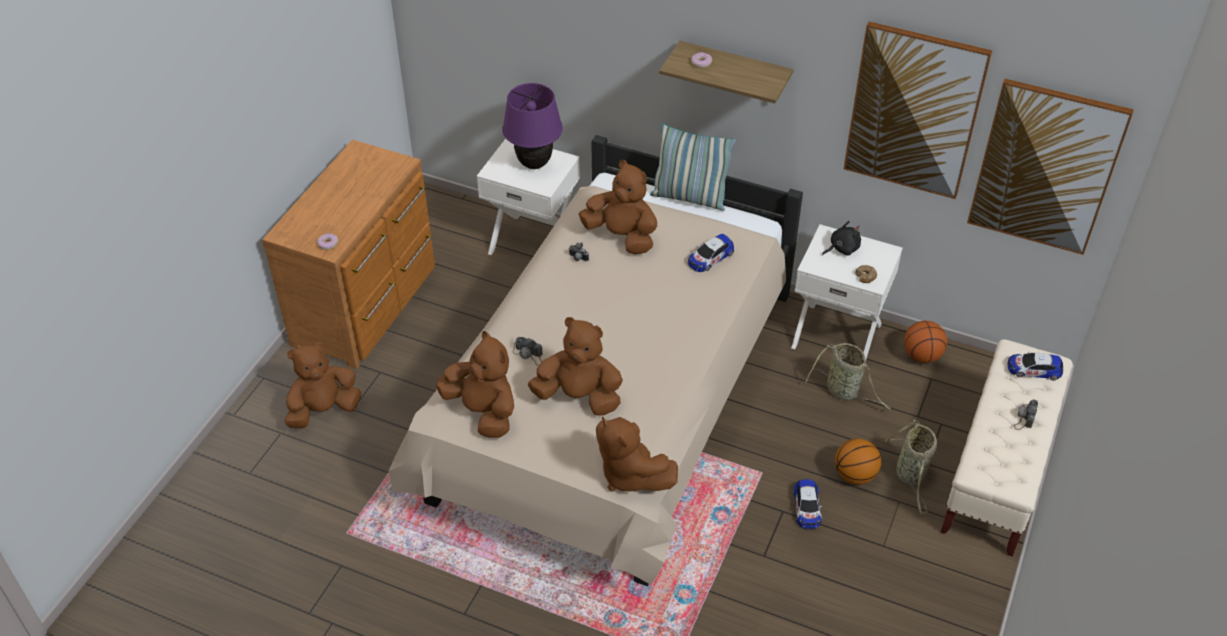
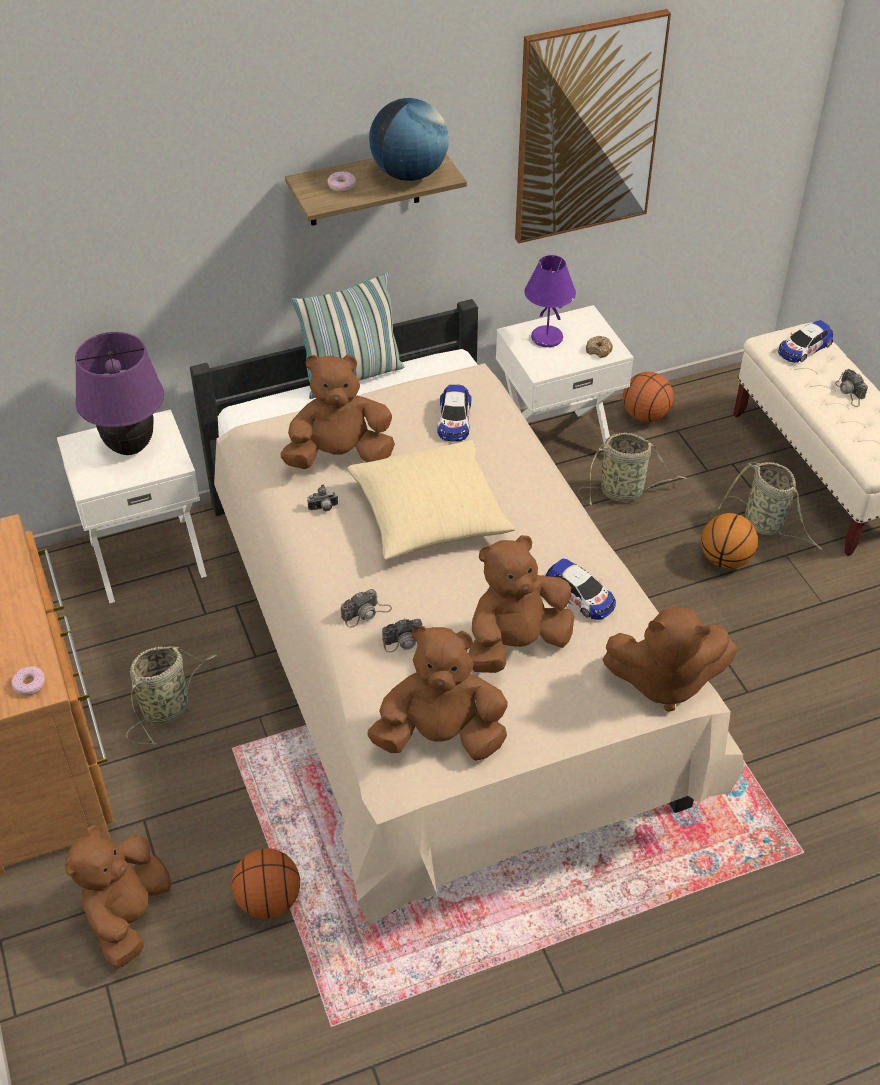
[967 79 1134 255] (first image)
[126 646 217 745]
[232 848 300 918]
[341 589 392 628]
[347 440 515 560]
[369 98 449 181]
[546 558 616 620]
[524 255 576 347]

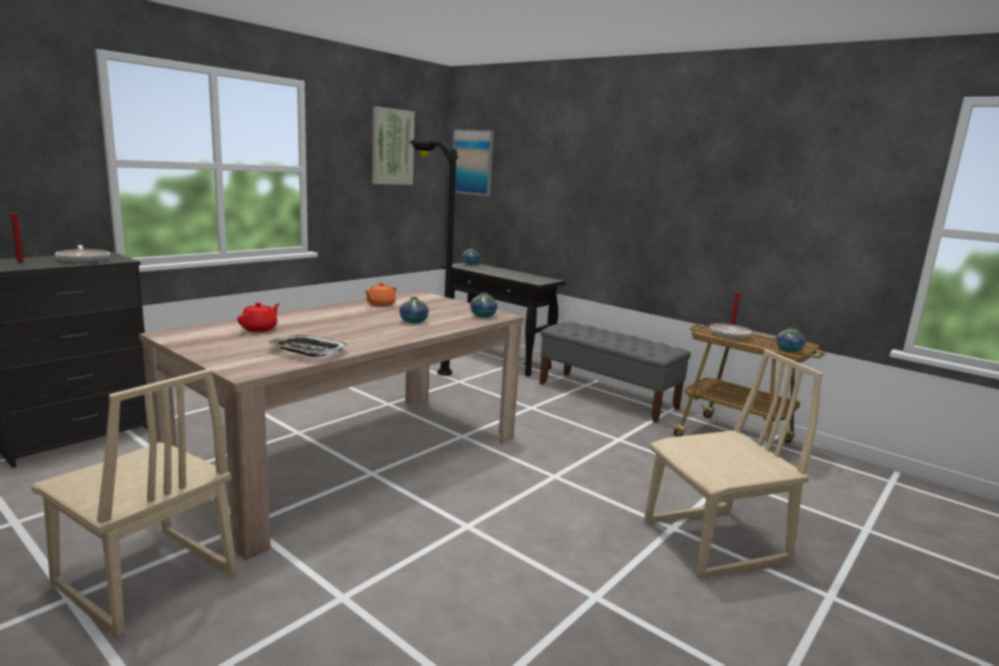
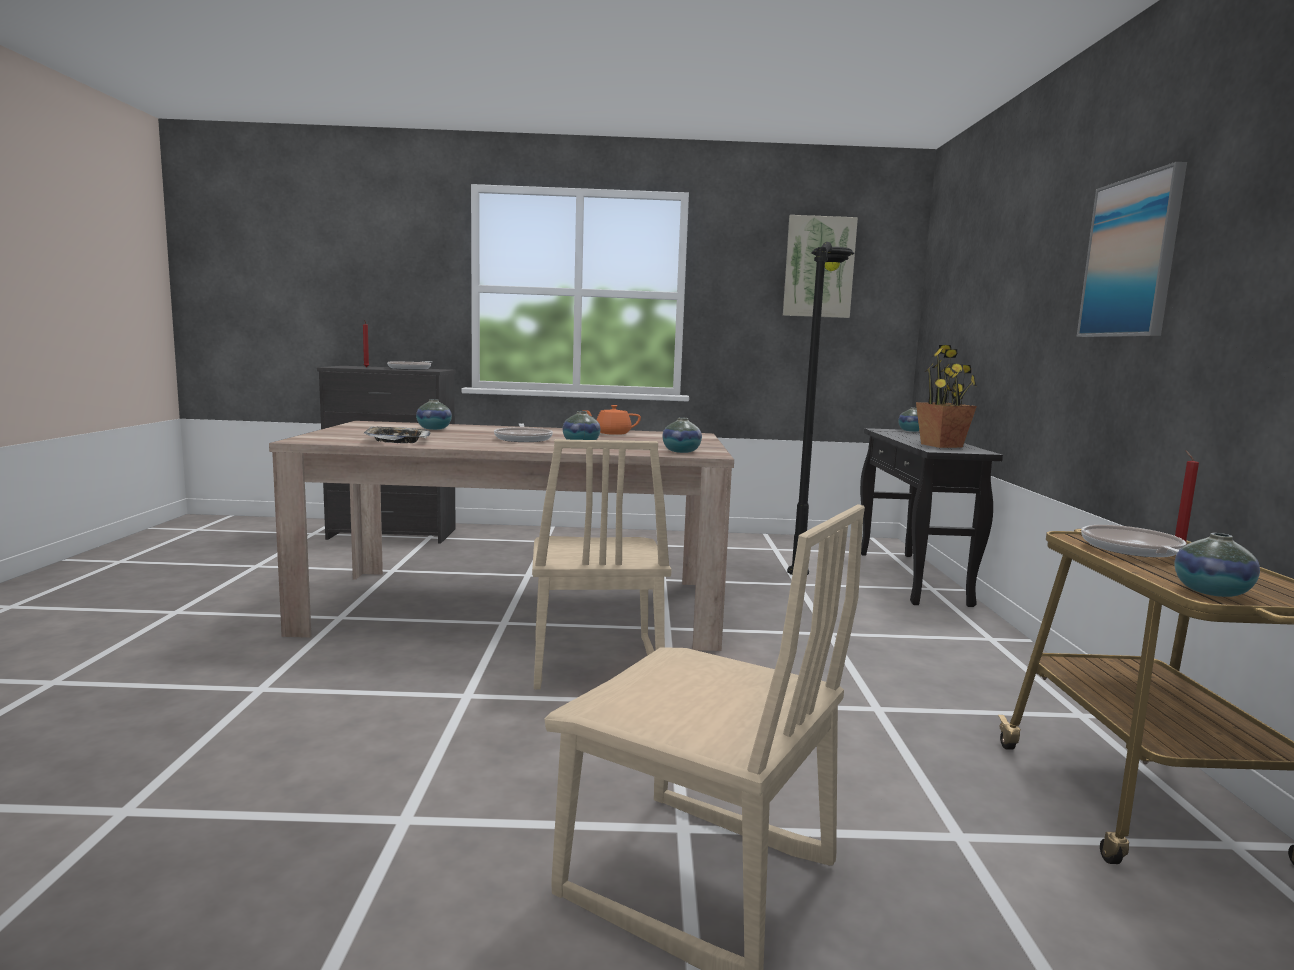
[539 321 691 423] (first image)
[494 423 553 442]
[916 345 977 448]
[532 439 671 690]
[1077 162 1187 337]
[416 399 452 430]

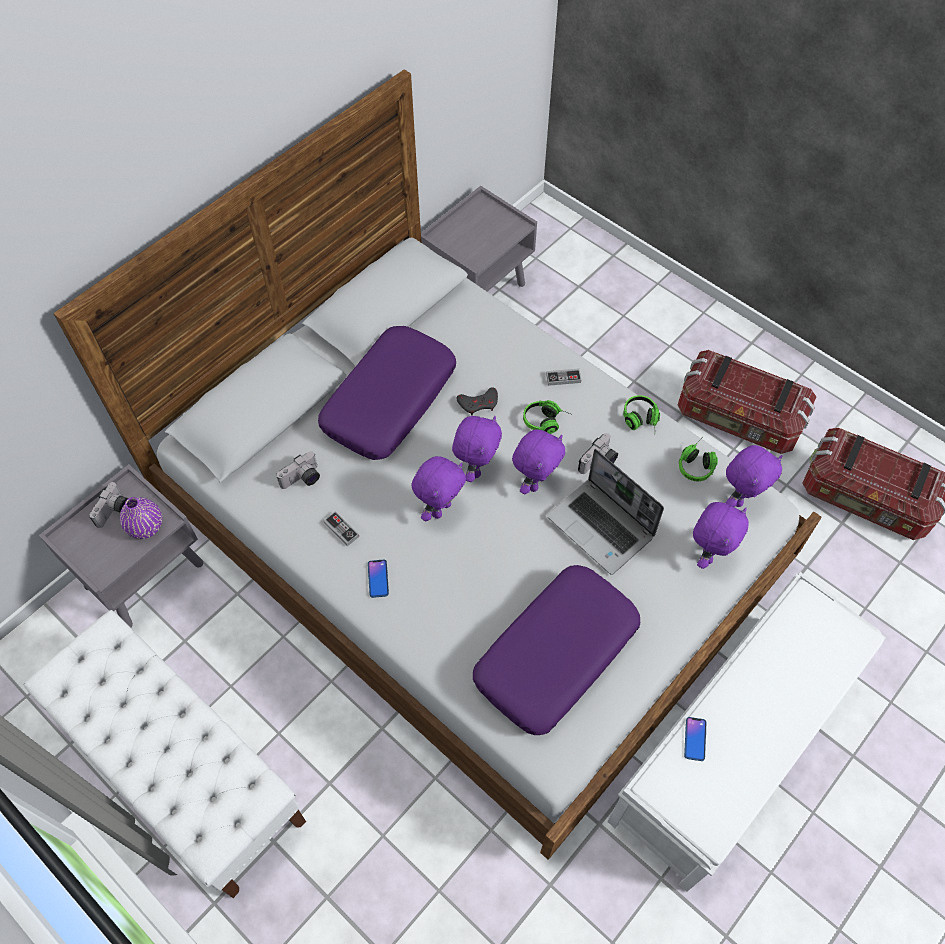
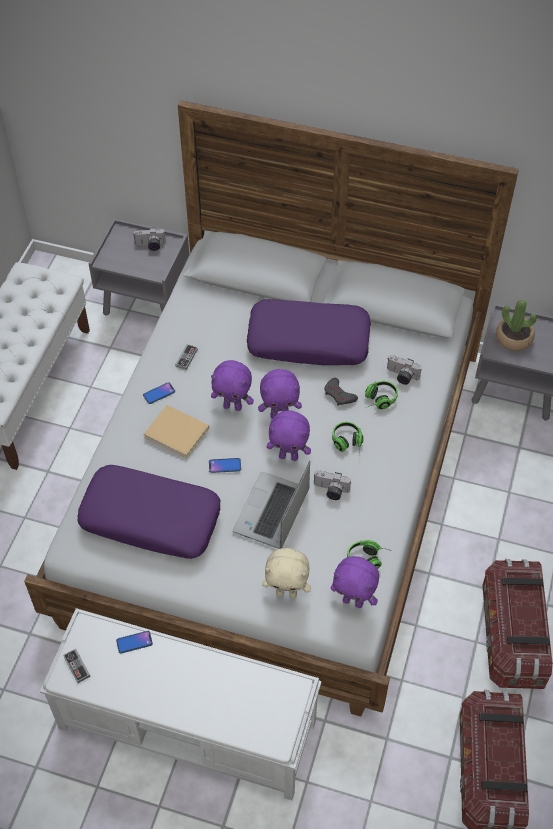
[120 497 162 539] (first image)
[144 405 209 459]
[209 458 241 473]
[496 299 537 351]
[387 355 422 385]
[63 649 91 683]
[365 381 398 409]
[263 548 311 598]

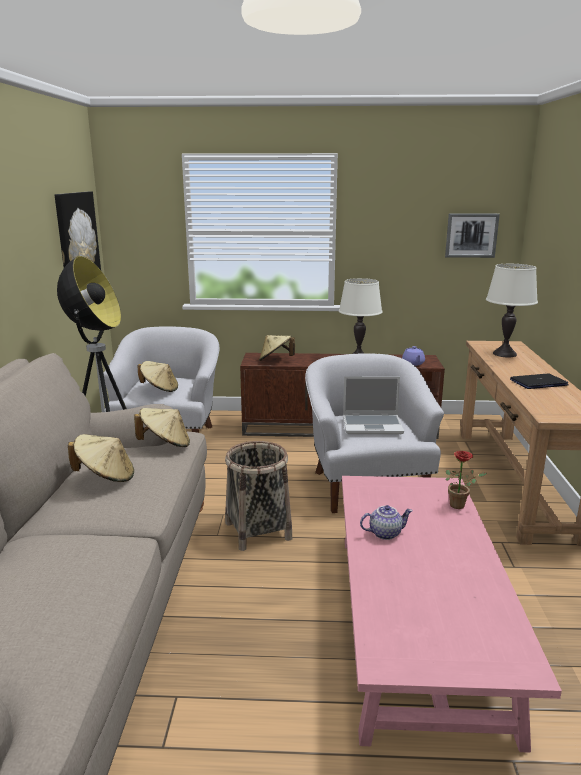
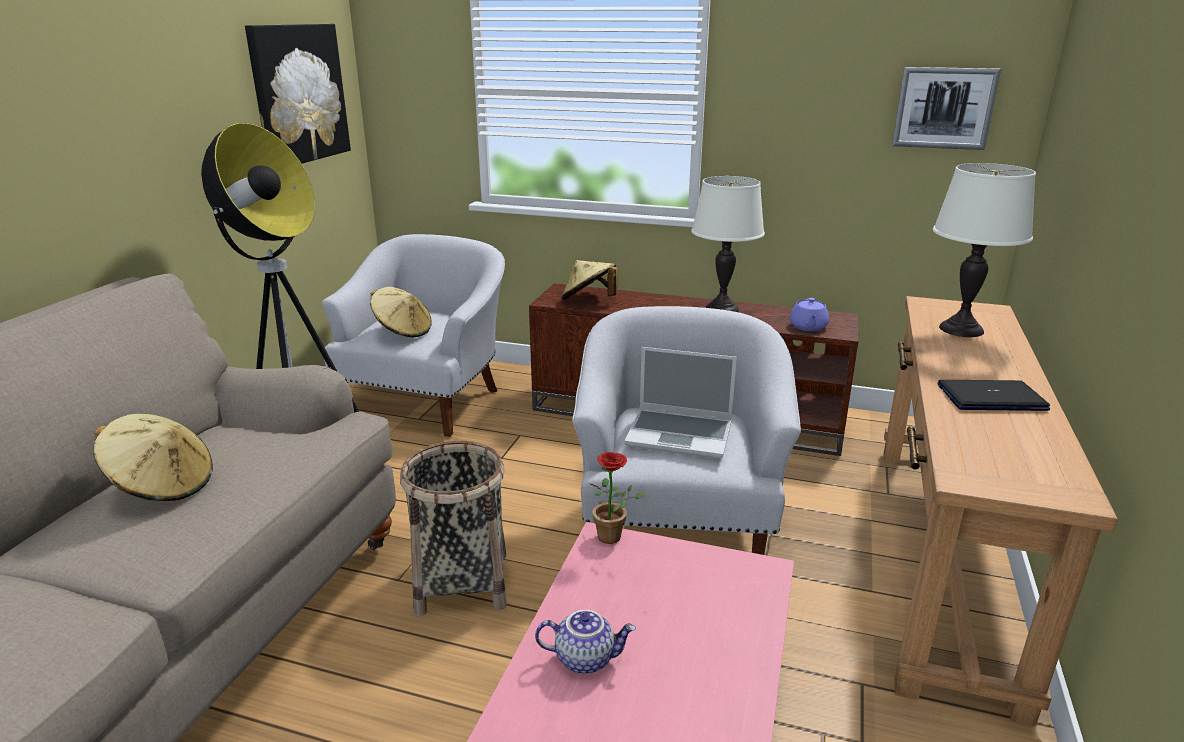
[134 408 190 447] (first image)
[590 452 646 544]

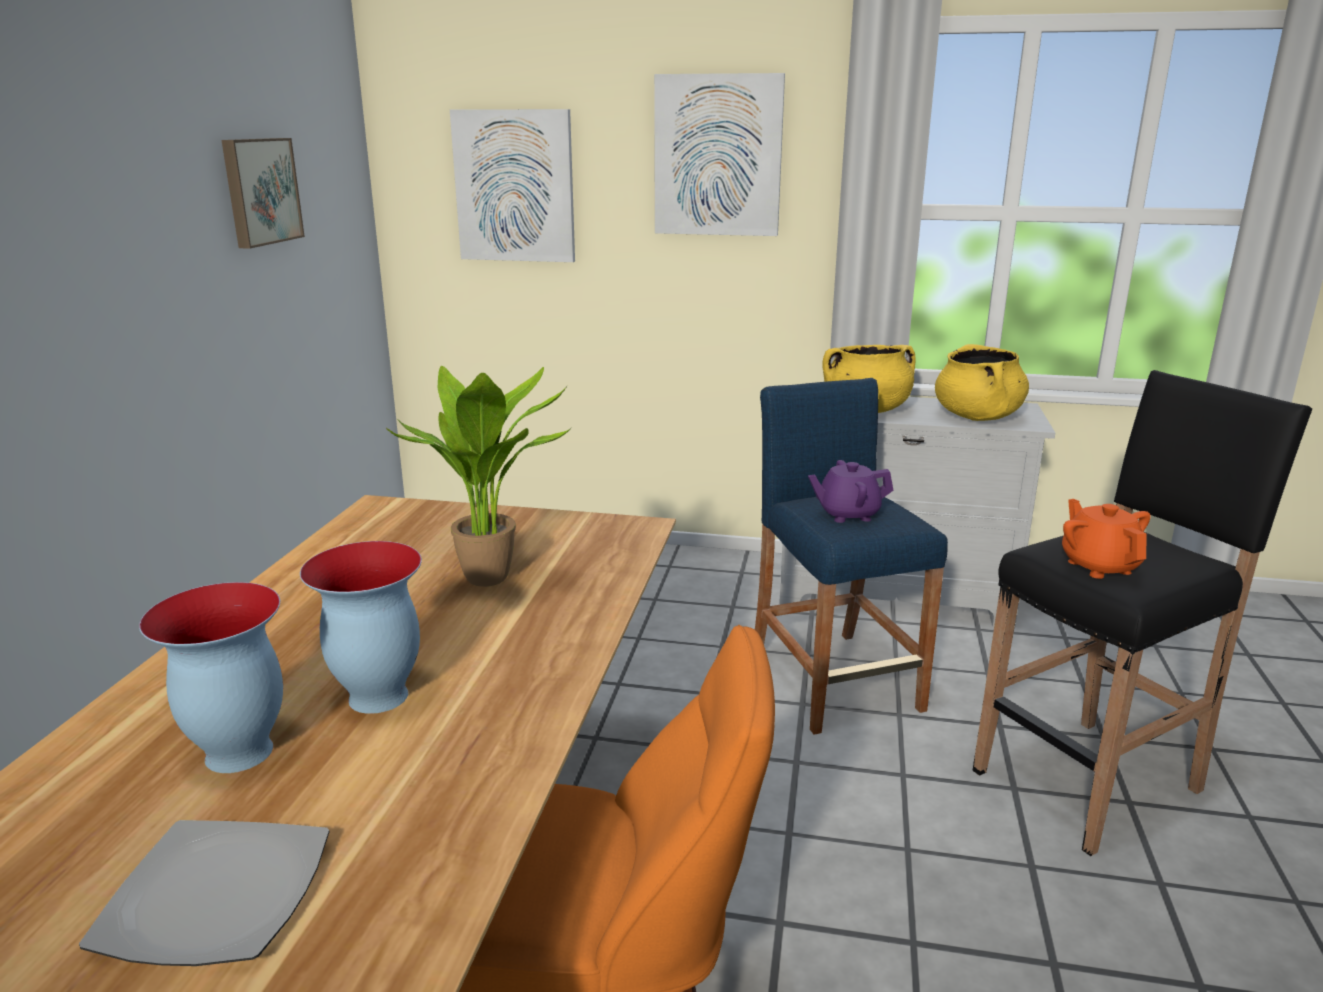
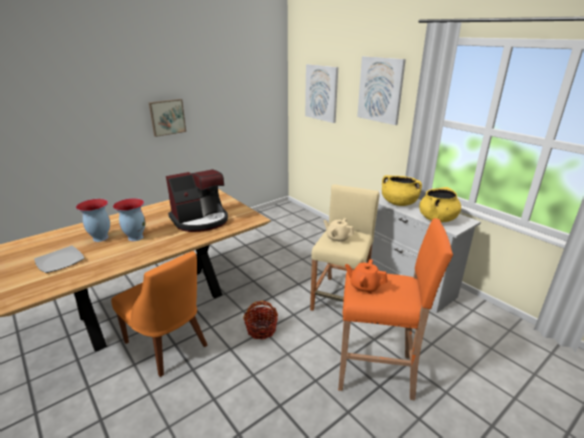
[243 301 278 340]
[149 99 186 137]
[166 169 228 232]
[310 184 380 311]
[324 218 354 243]
[338 218 453 400]
[345 259 388 294]

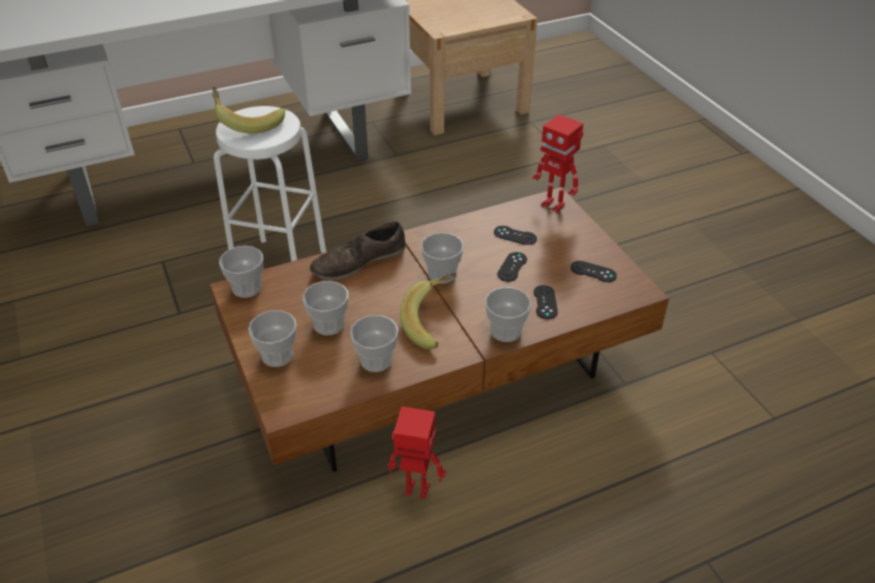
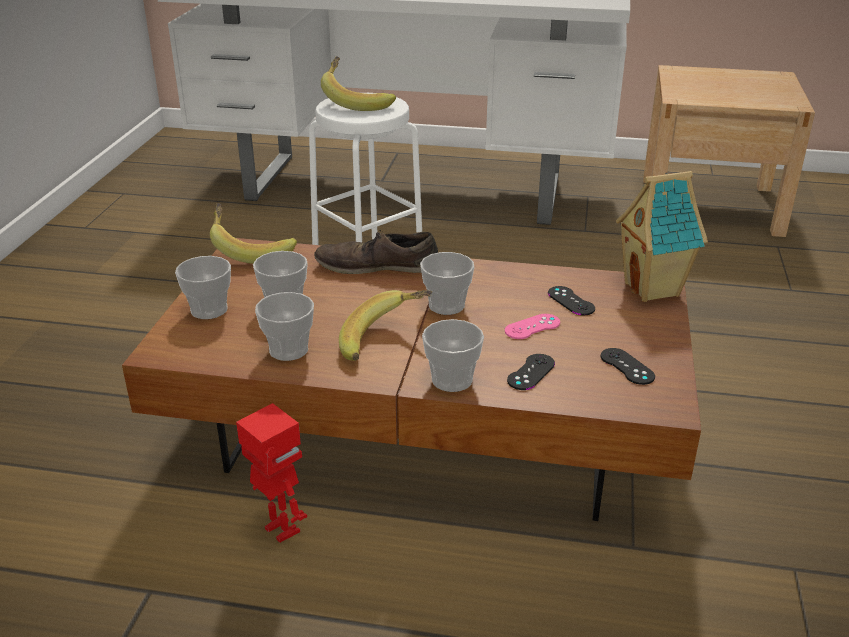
[210 203 297 264]
[616 171 708 302]
[505 314 560 339]

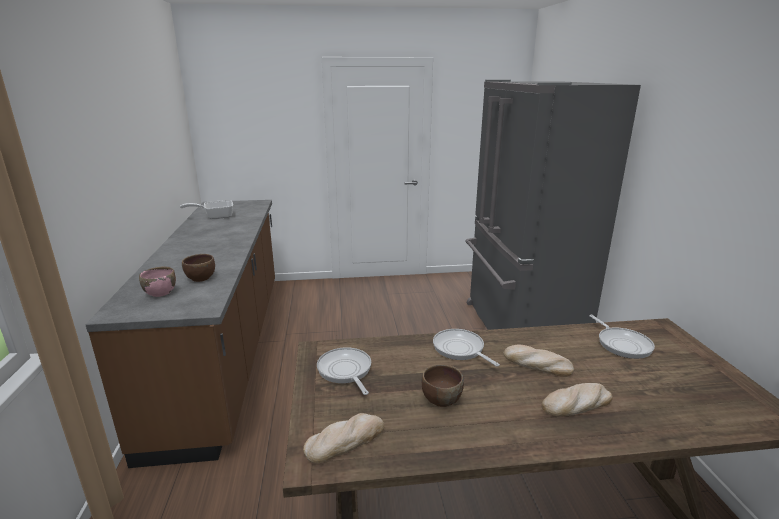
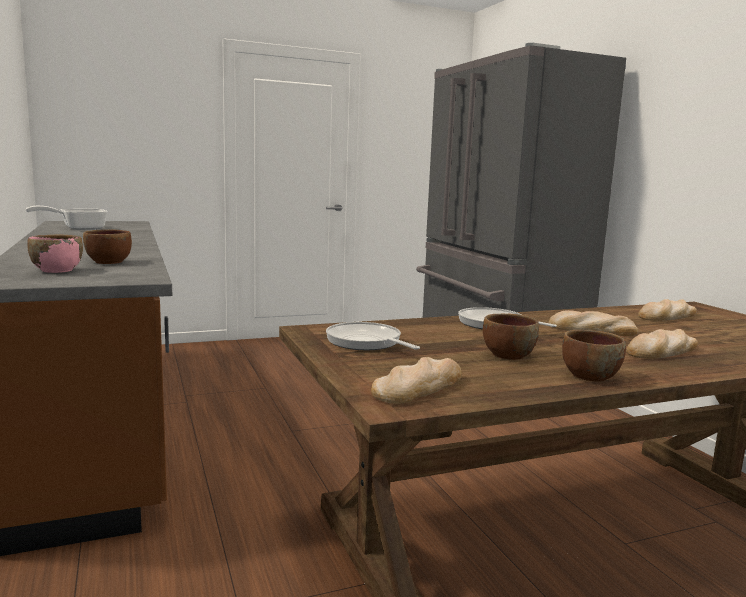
[562 330 626 382]
[638 299 697 321]

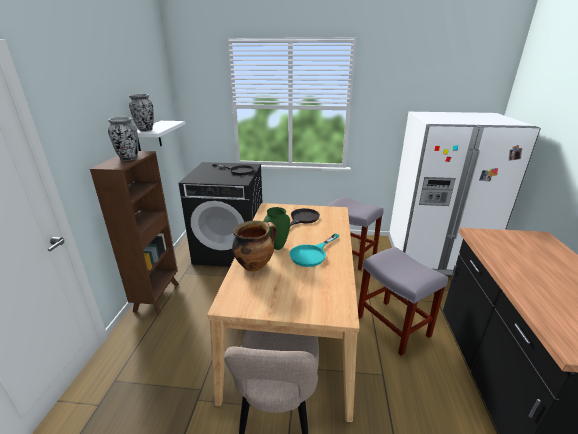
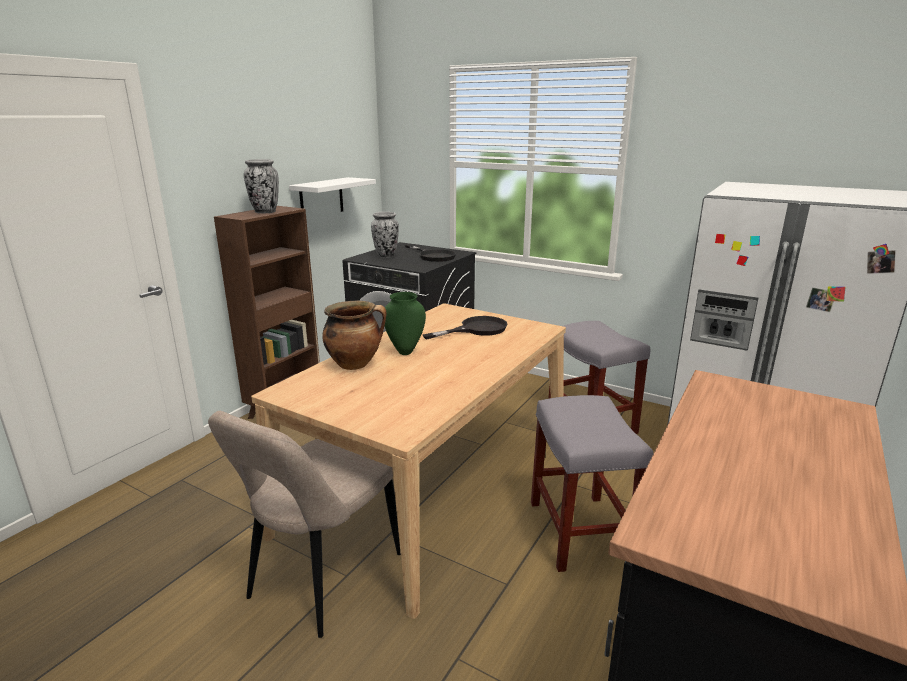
[290 233 340 267] (first image)
[371 212 399 258]

